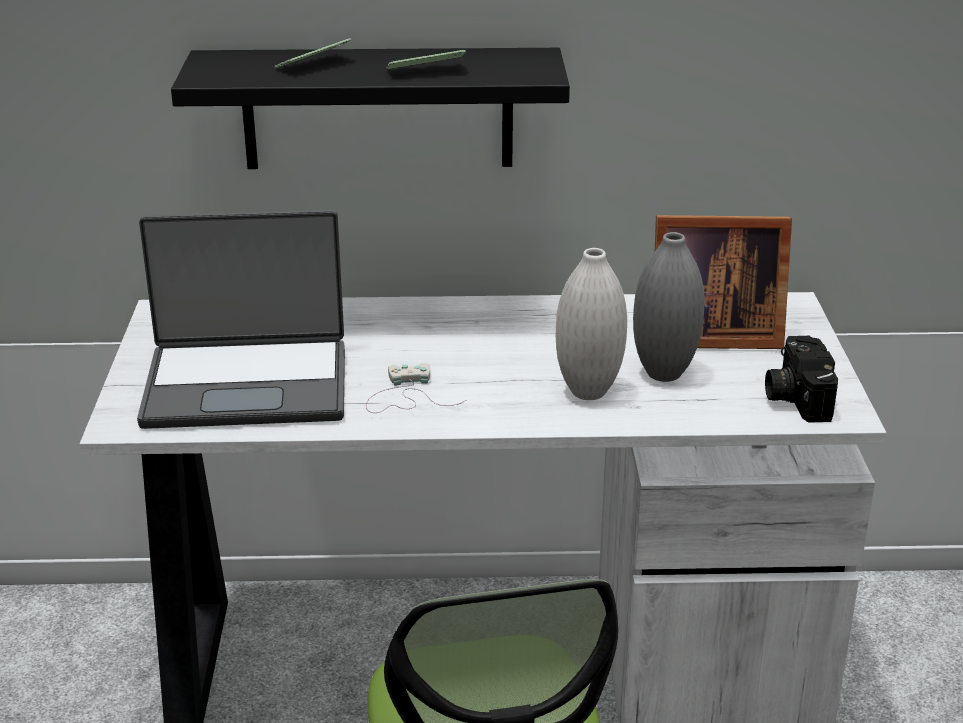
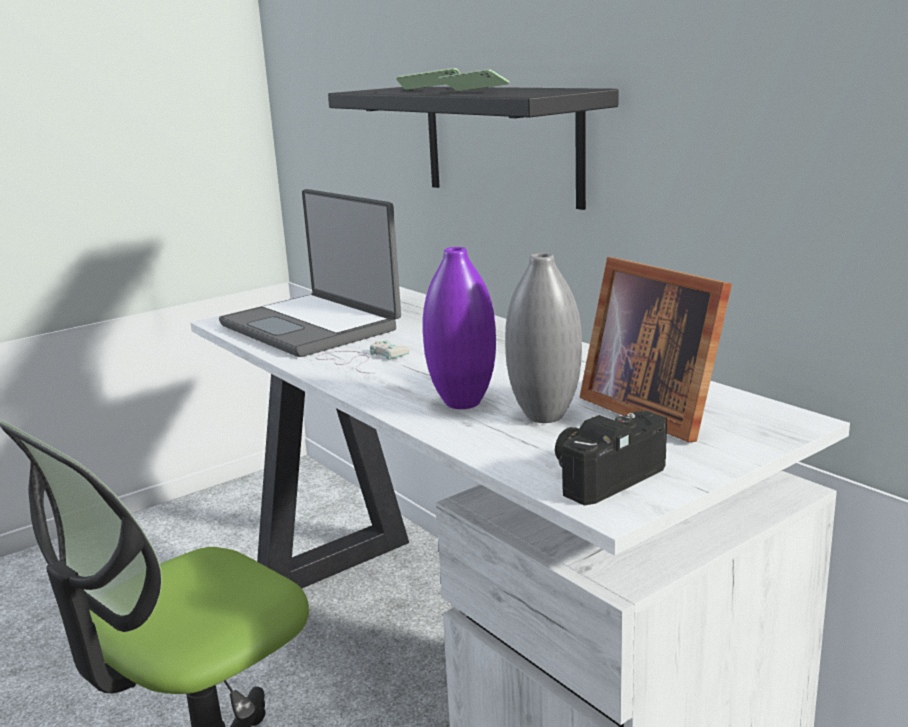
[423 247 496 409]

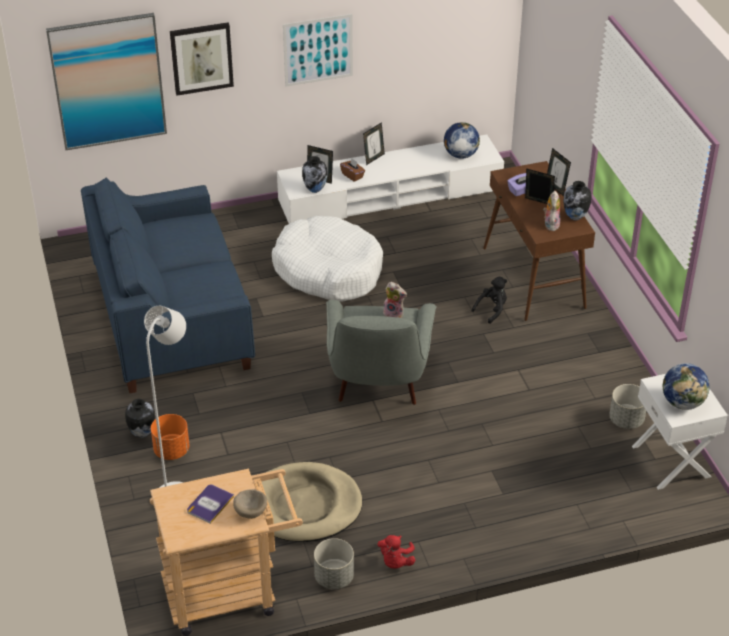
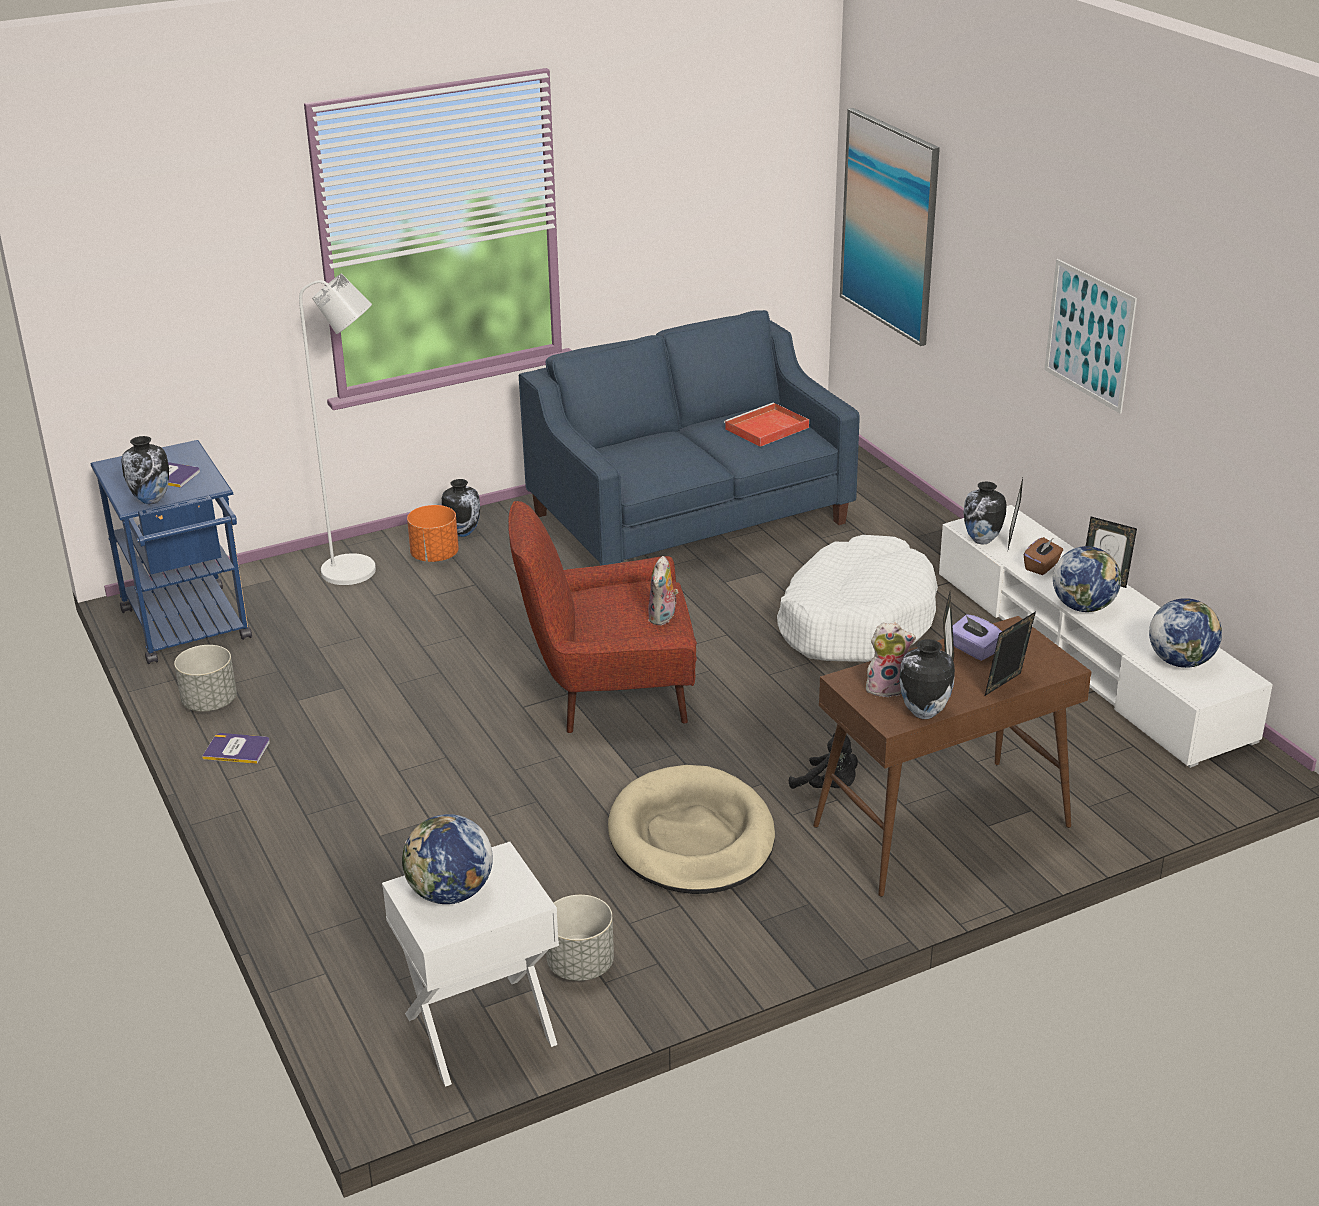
[170 22 234 96] (first image)
[724 402 809 447]
[1053 546 1121 612]
[608 765 775 894]
[122 436 169 504]
[202 733 270 764]
[91 440 252 664]
[508 501 697 733]

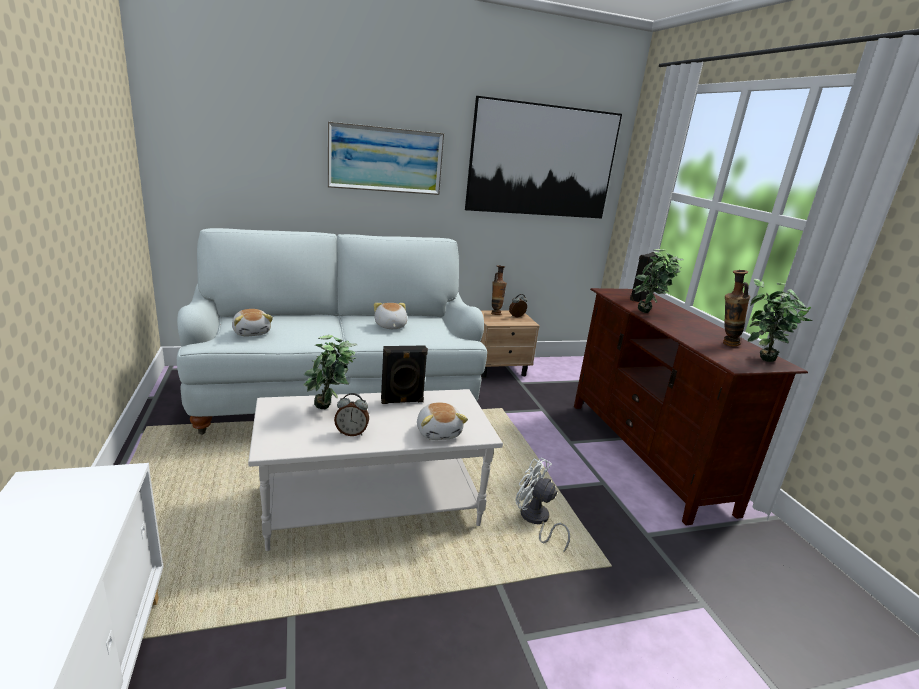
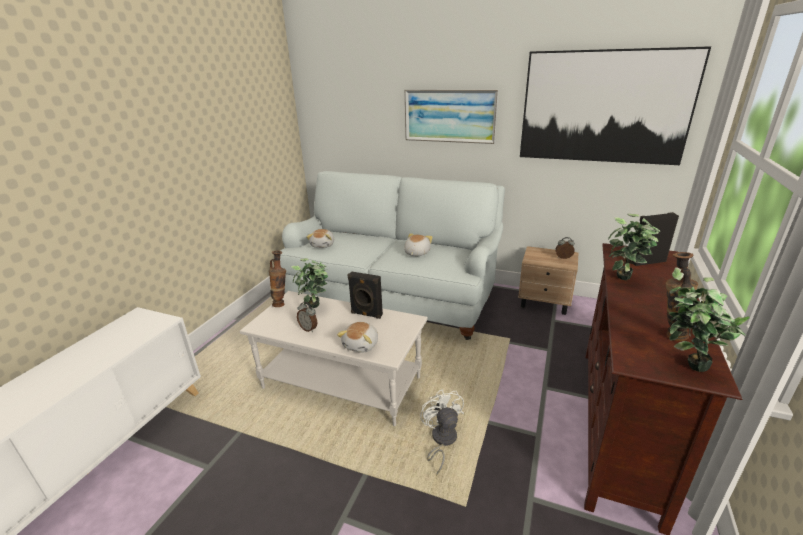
[269 251 286 307]

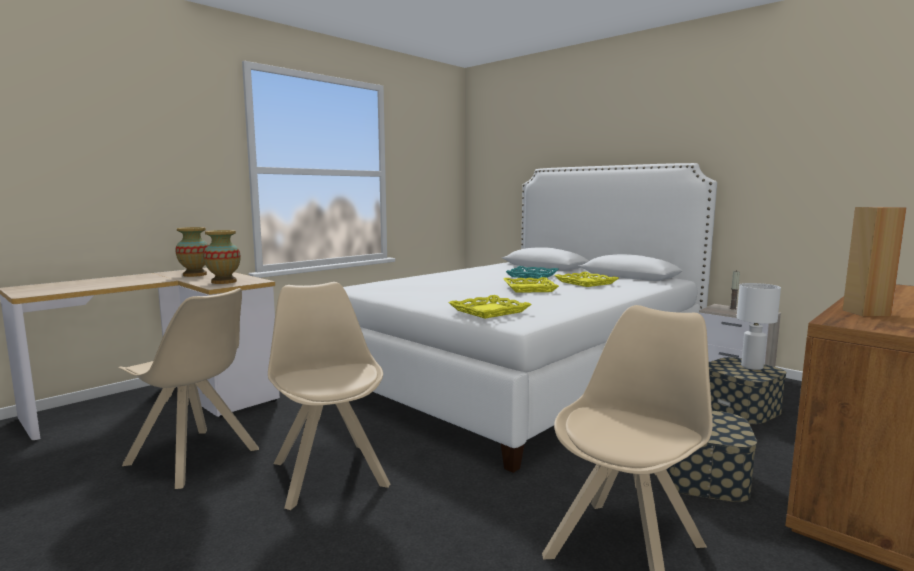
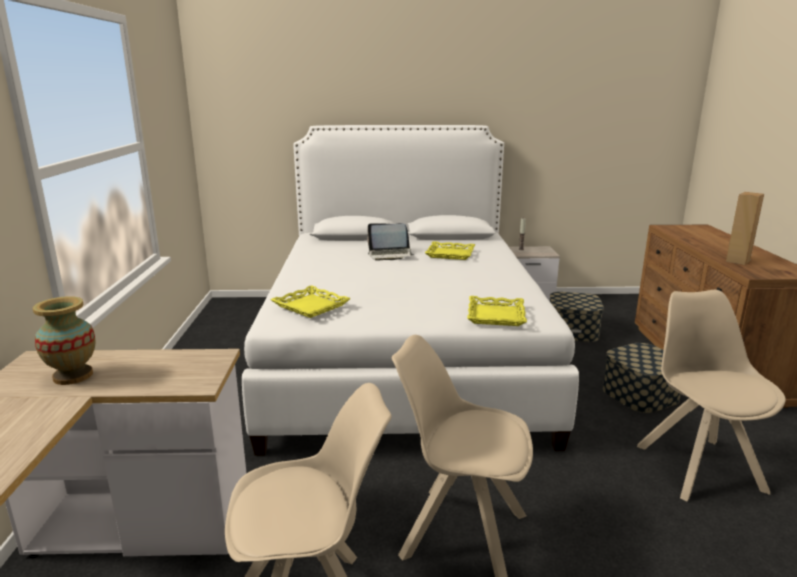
[204 230 240 284] (first image)
[737 283 781 370] (first image)
[270 285 351 318]
[367 223 414 261]

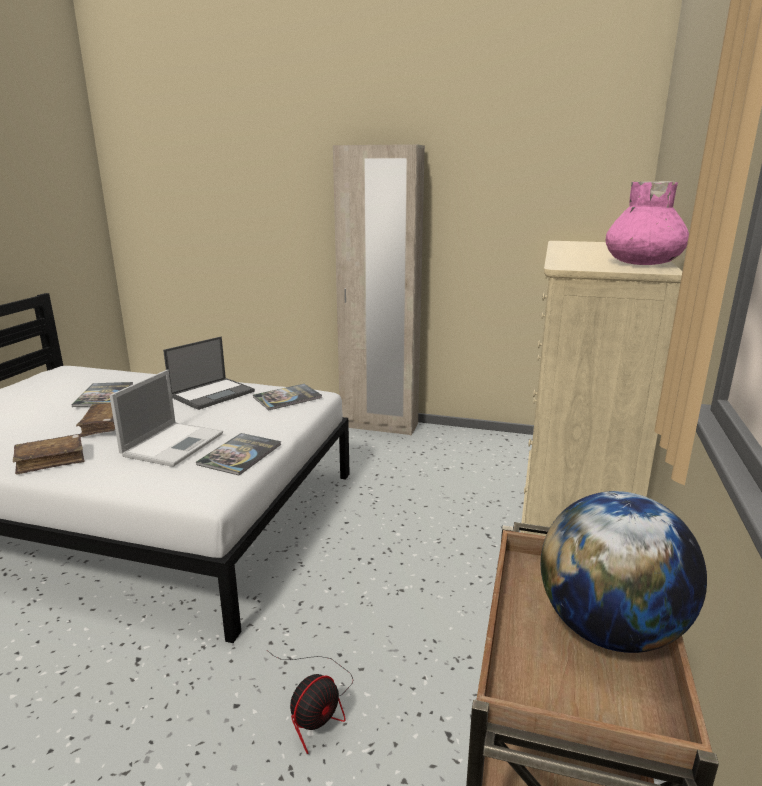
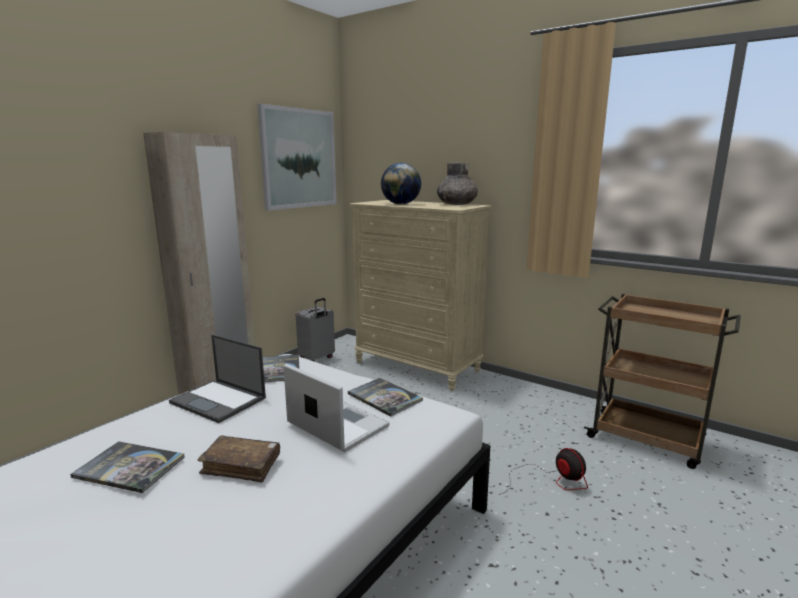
[13 434 84 475] (first image)
[257 104 337 211]
[296 298 335 362]
[381 163 421 204]
[437 163 478 205]
[169 334 266 423]

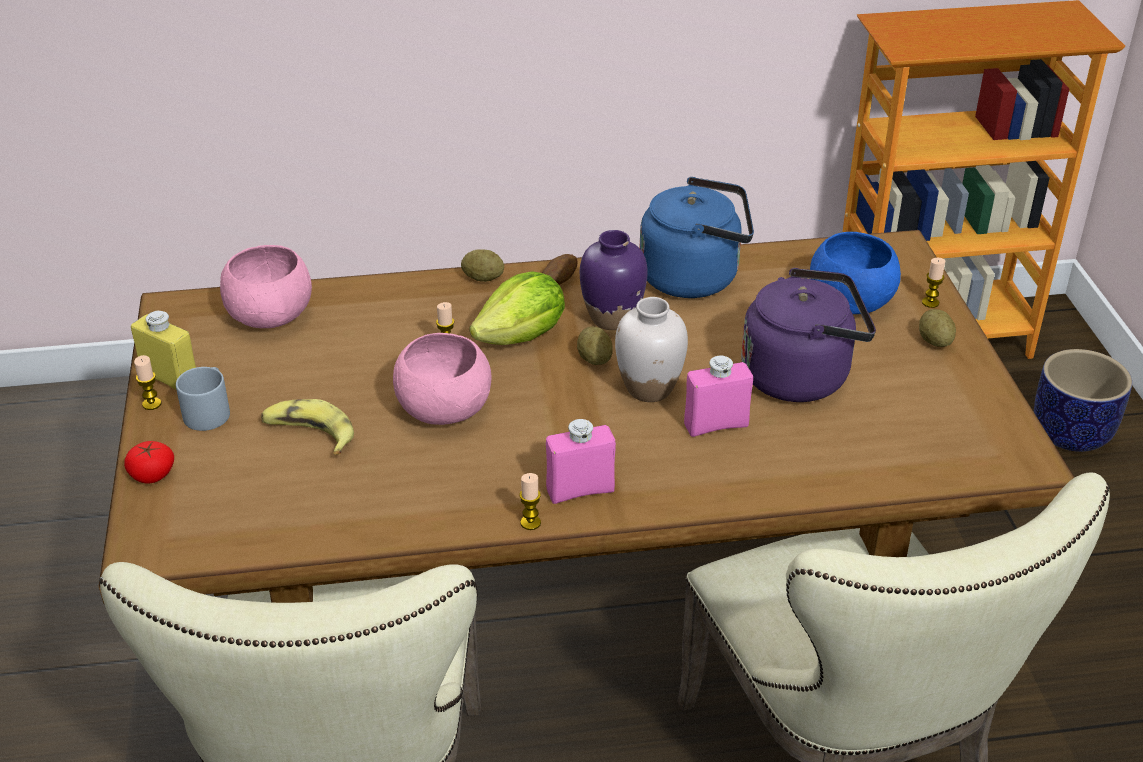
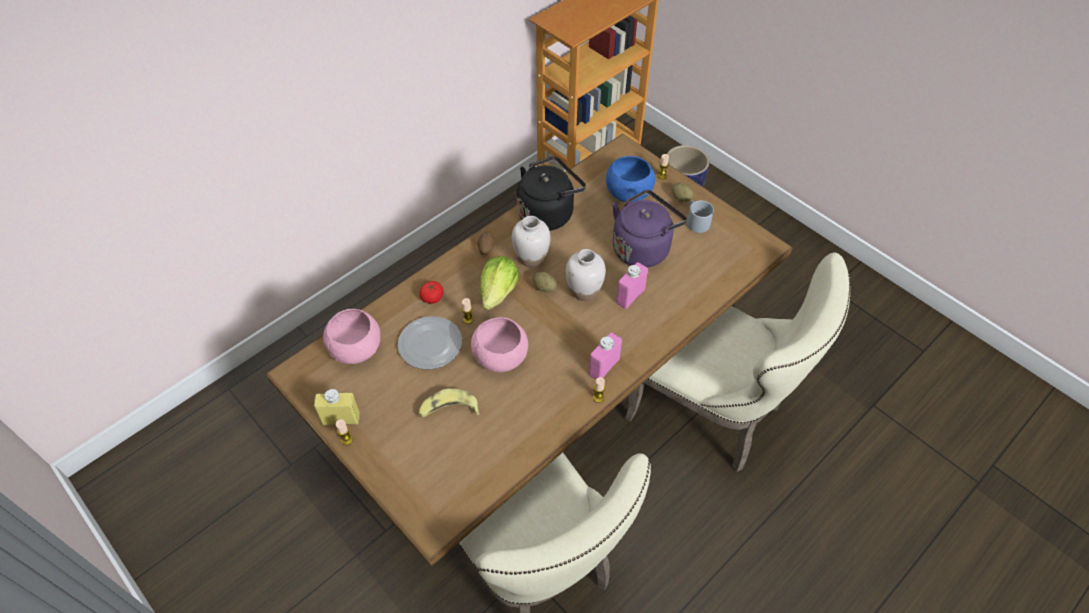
[461 249 504 282] (first image)
[398 316 462 369]
[419 281 443 304]
[687 200 714 233]
[512 216 550 267]
[517 156 586 231]

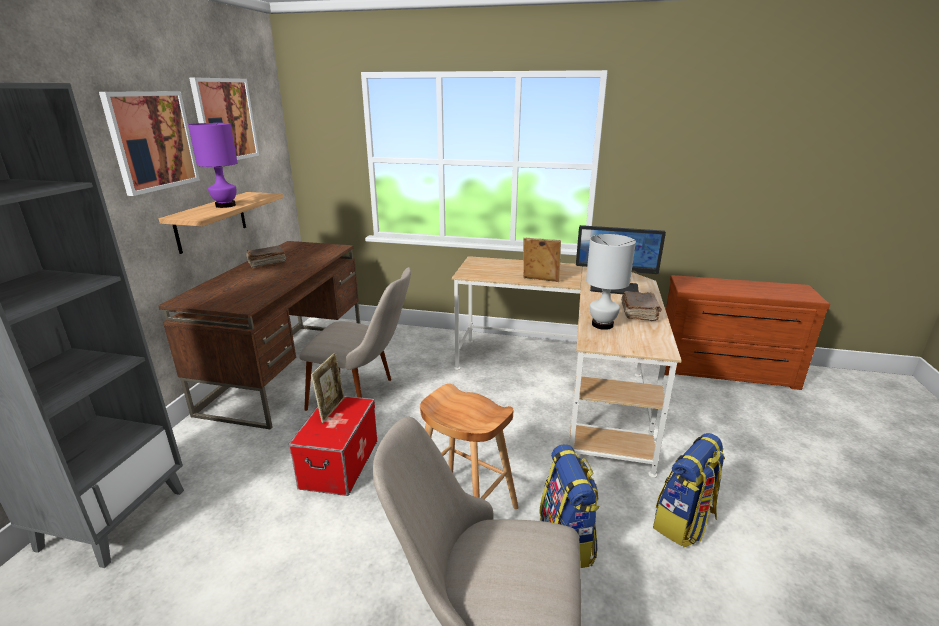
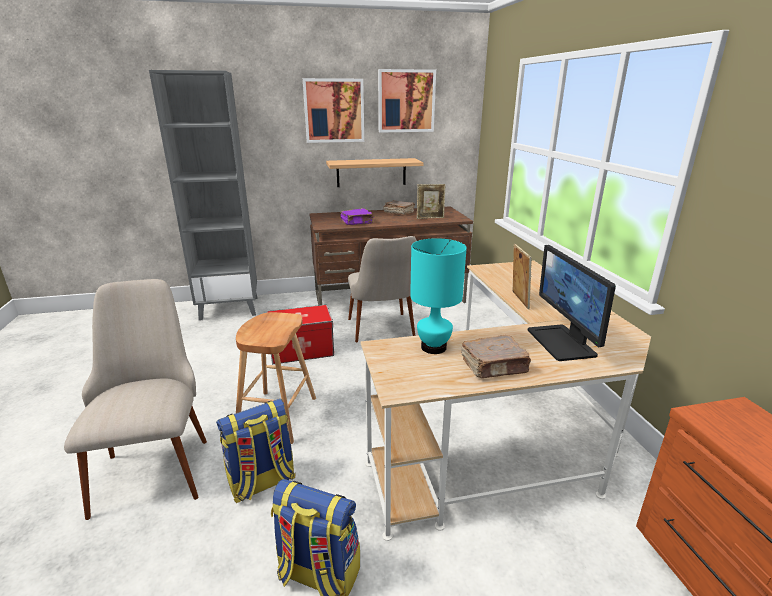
[188 123 237 208] (first image)
[340 208 373 225]
[417 184 446 219]
[410 238 467 354]

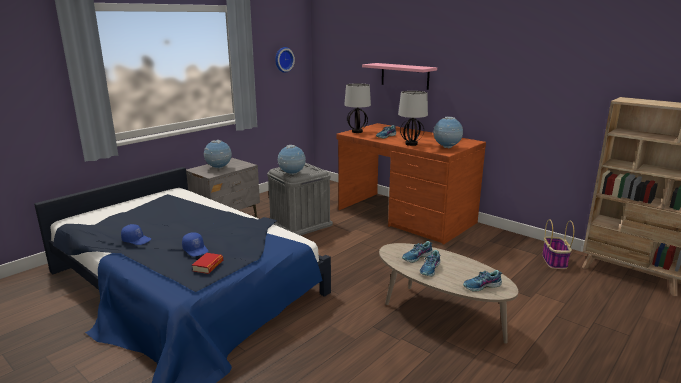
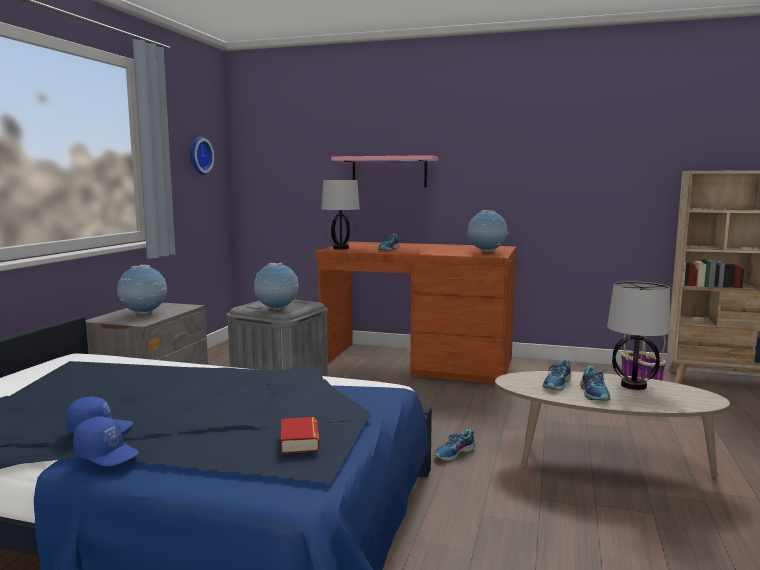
[73 417 139 466]
[607 282 670 390]
[434 429 476 461]

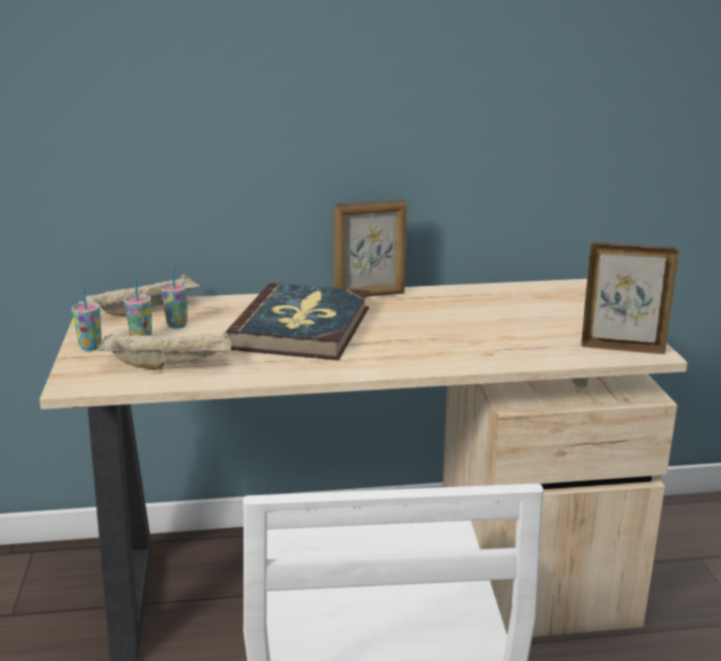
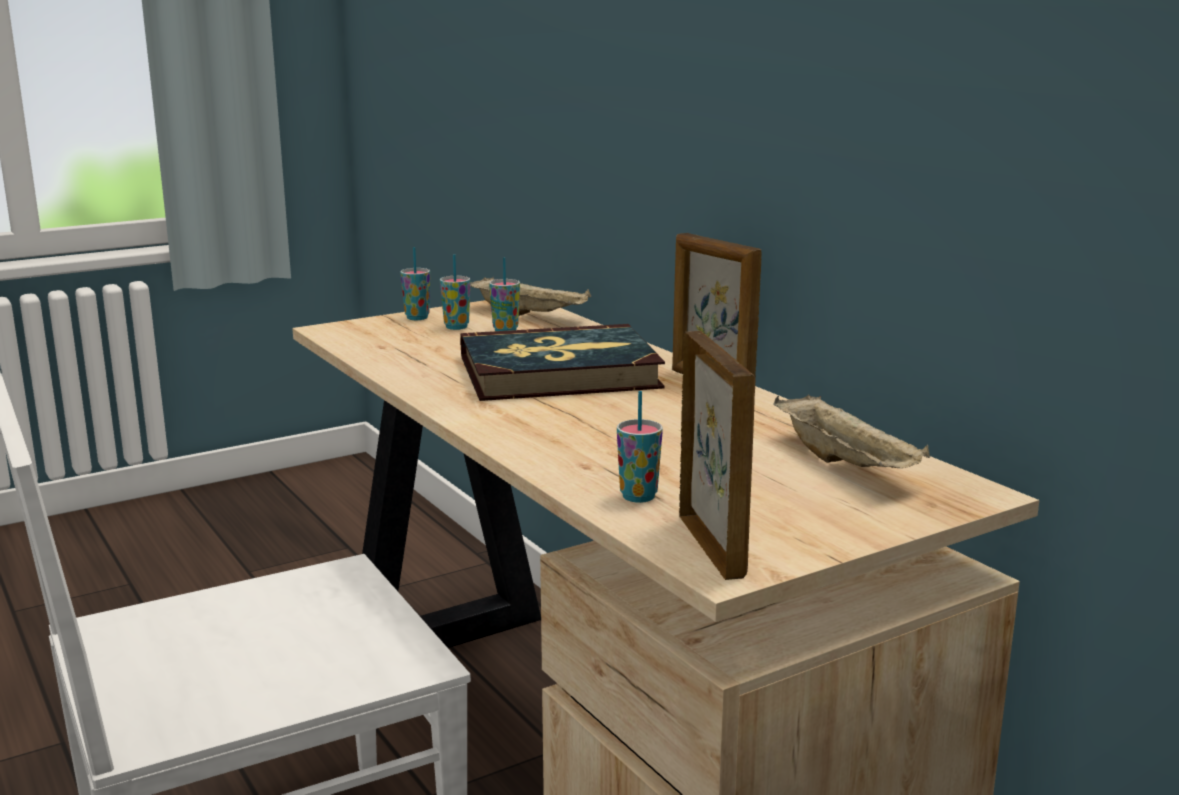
[617 391 663 503]
[773 395 930 468]

